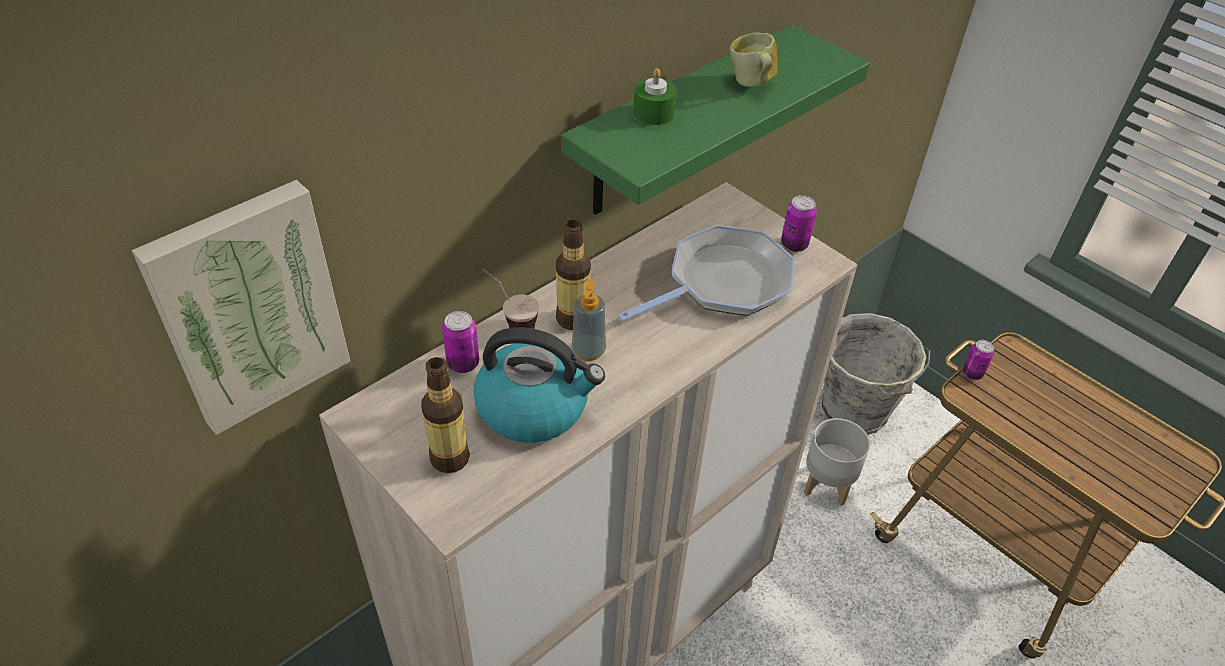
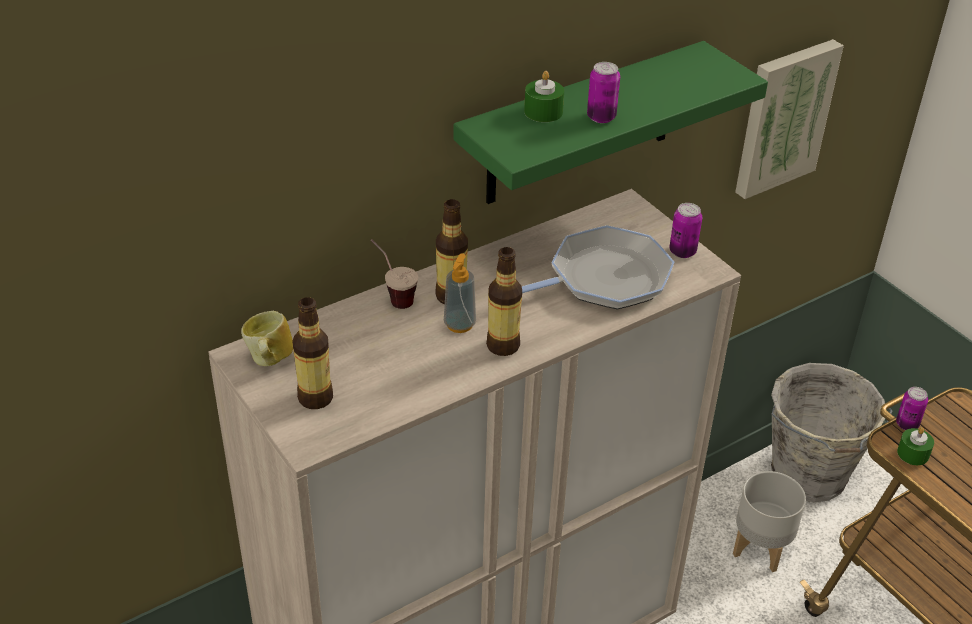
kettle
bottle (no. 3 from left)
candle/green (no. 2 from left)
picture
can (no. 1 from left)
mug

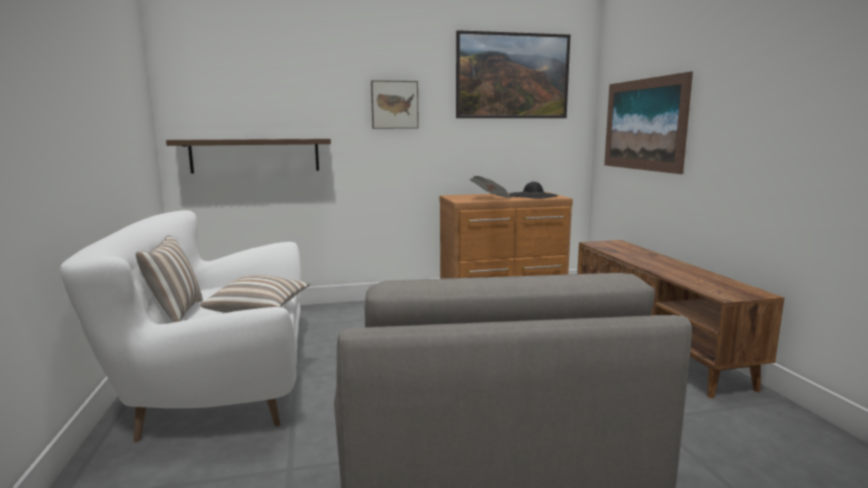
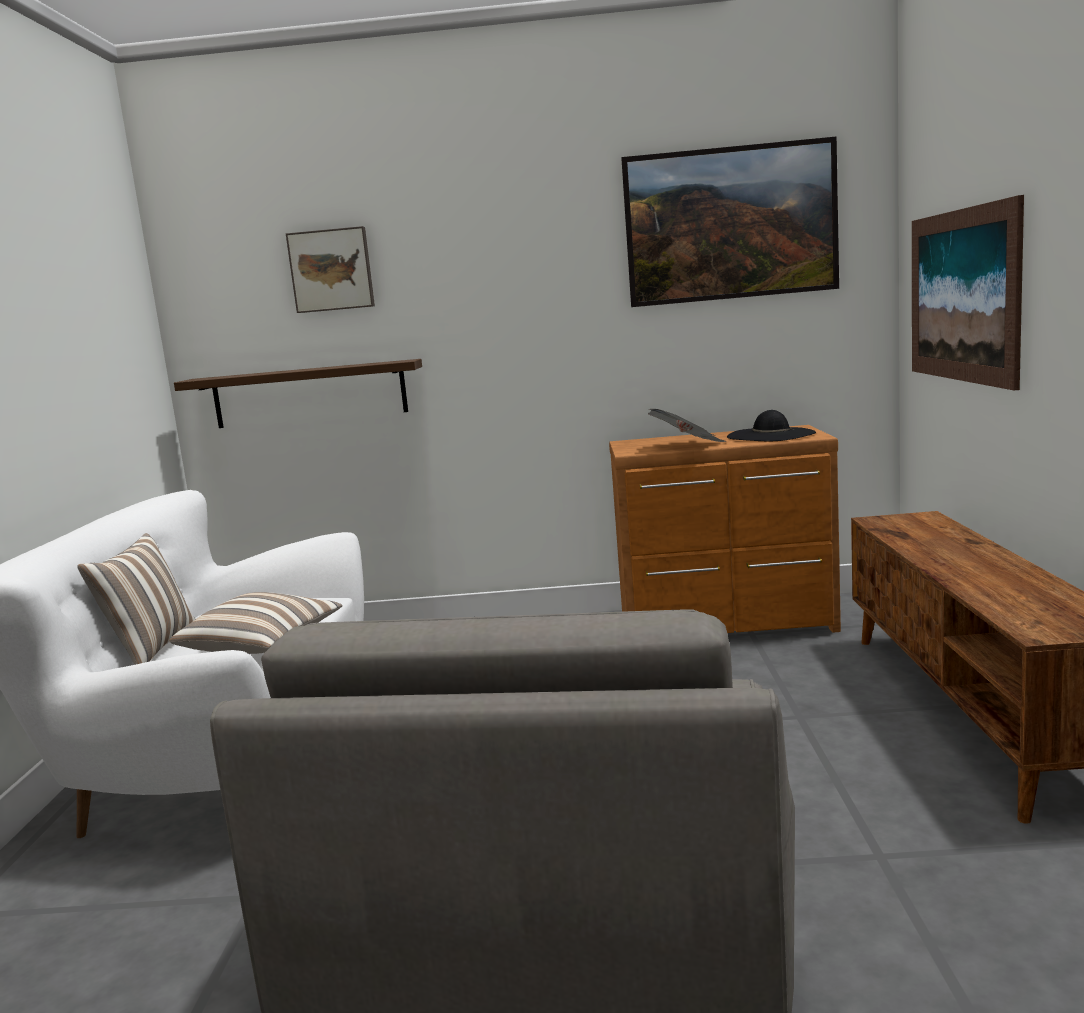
picture (no. 1 from left)

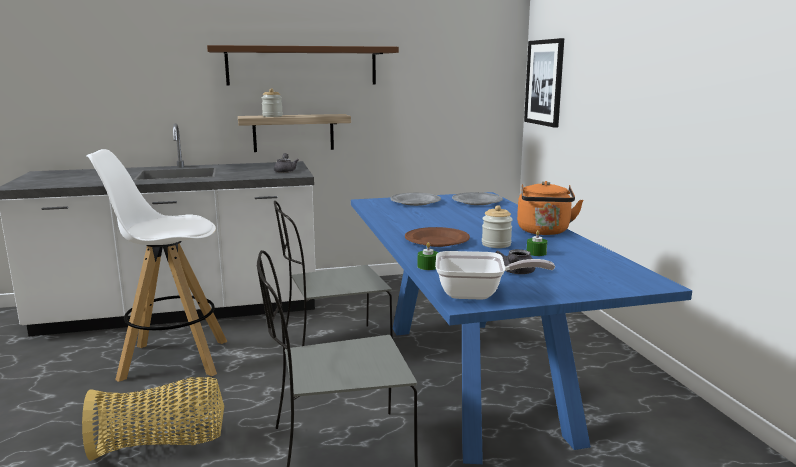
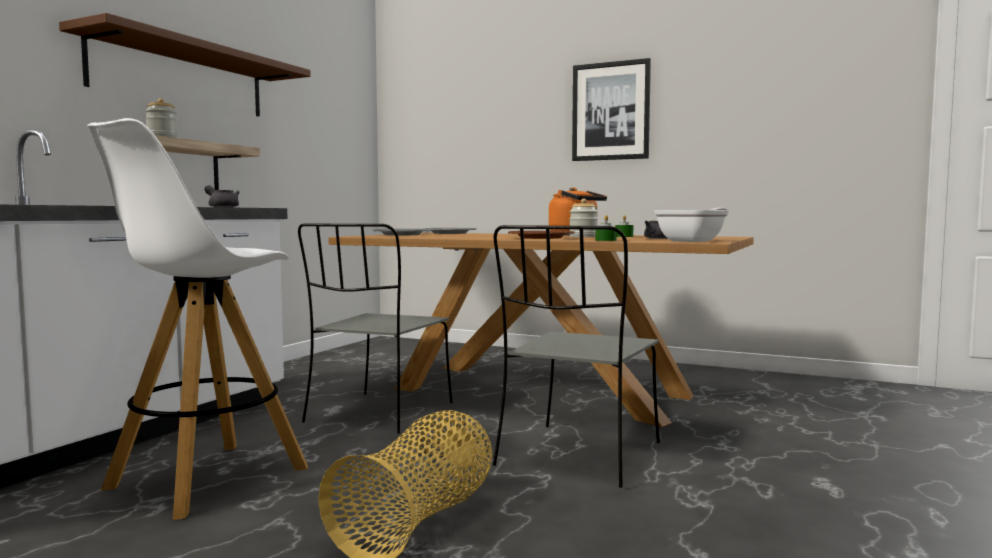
picture
dining table/brown

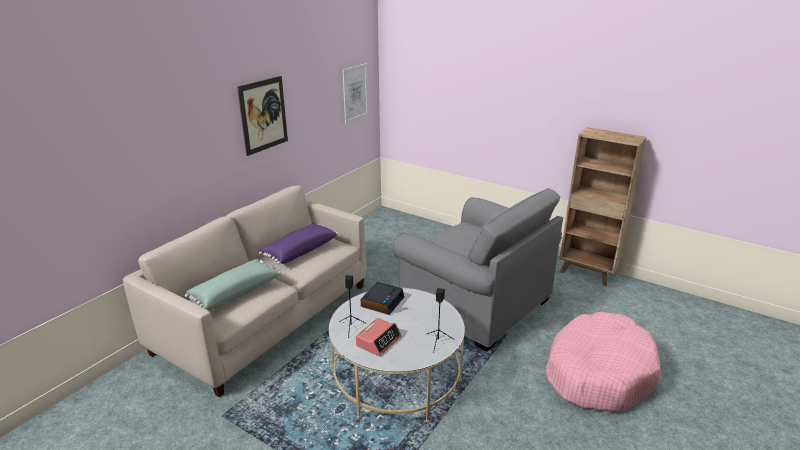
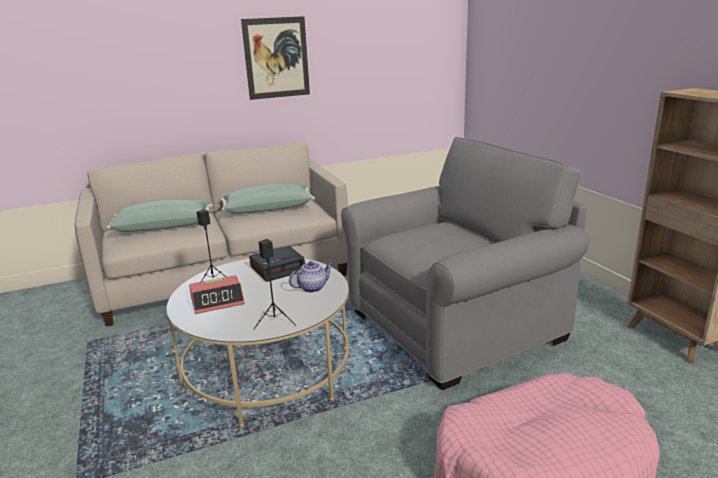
picture (no. 2 from left in the first image)
teapot
pillow/green (no. 2 from left)
armchair/grey

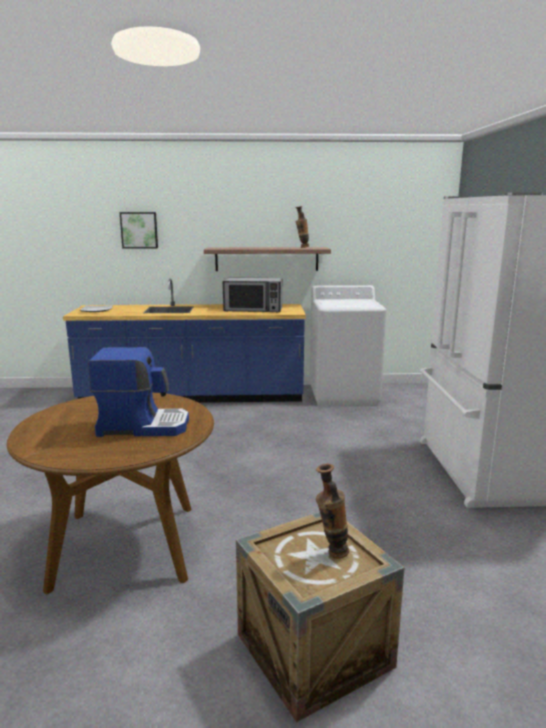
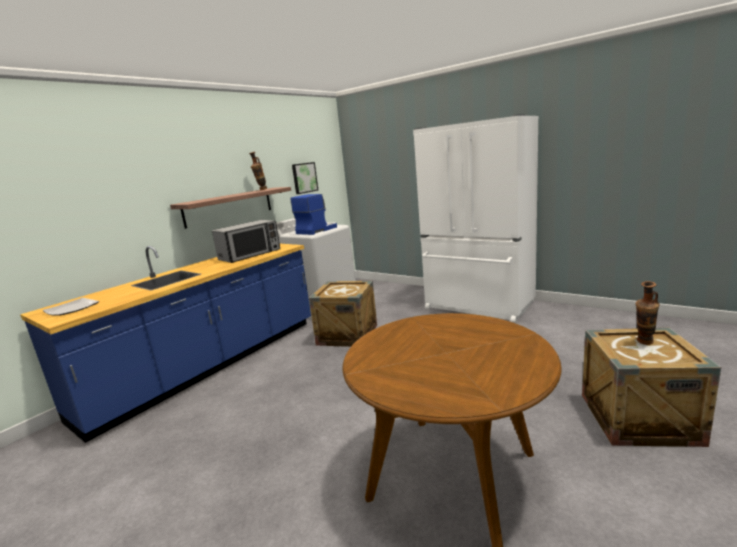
crate (no. 1 from left)
coffee machine
picture

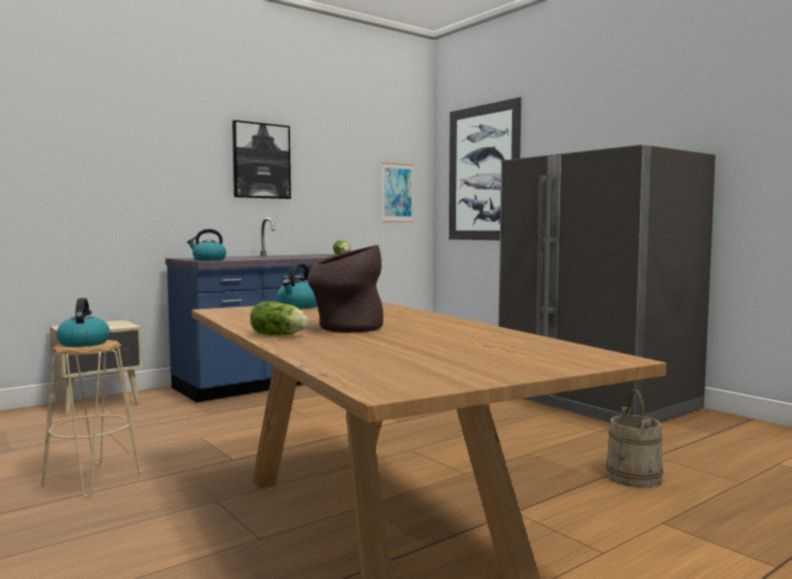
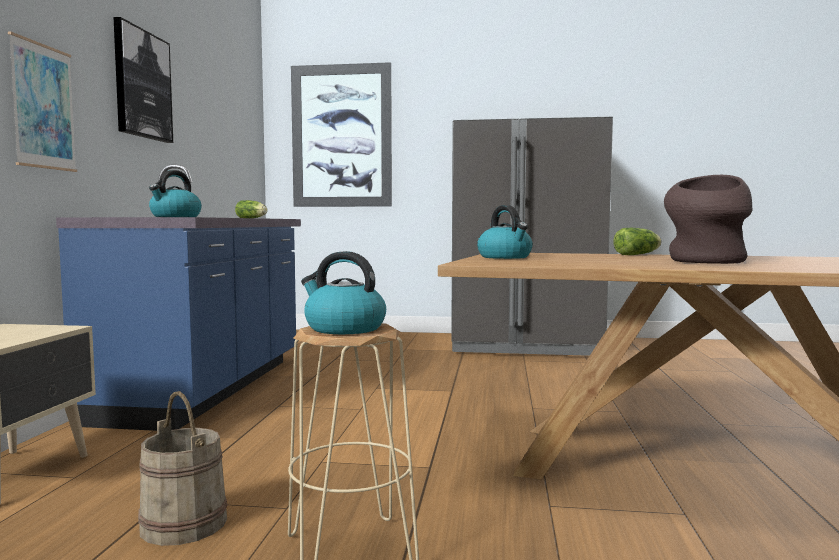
lettuce (no. 2 from left)
picture (no. 1 from left)
bucket/beige

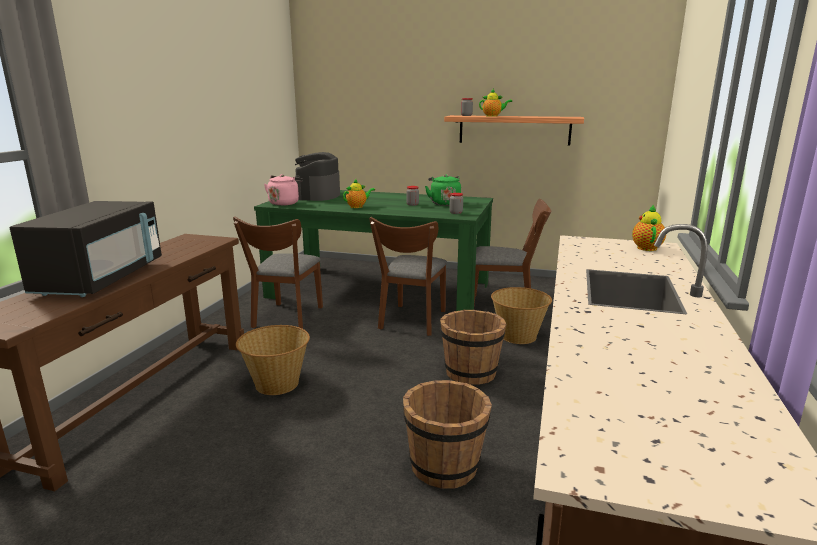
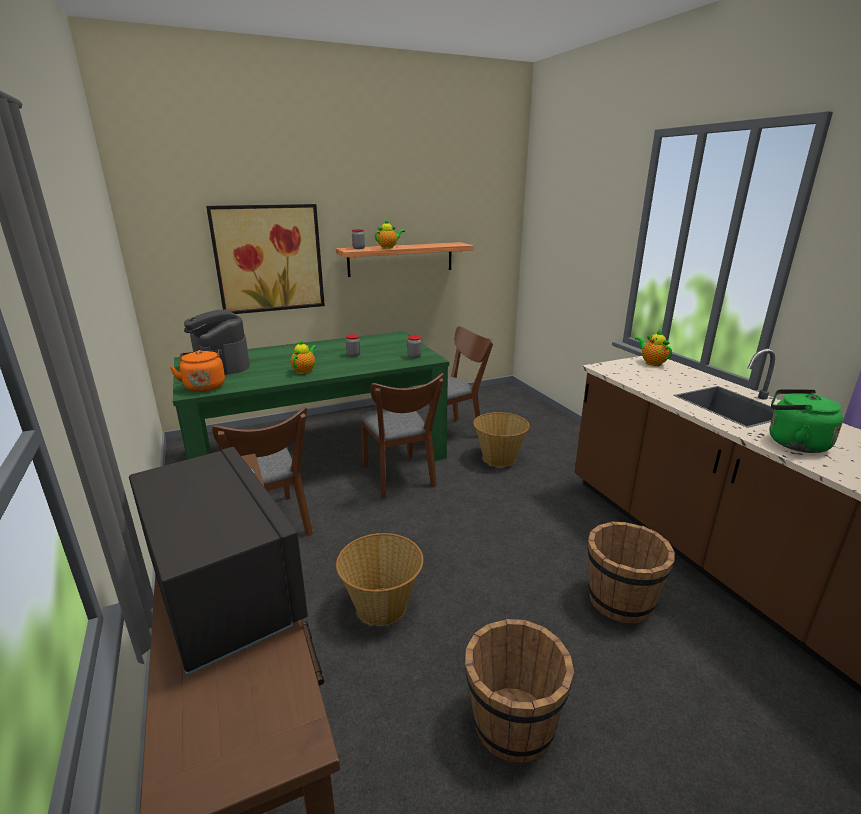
picture
kettle/green
bucket/brown (no. 1 from left)
kettle/orange

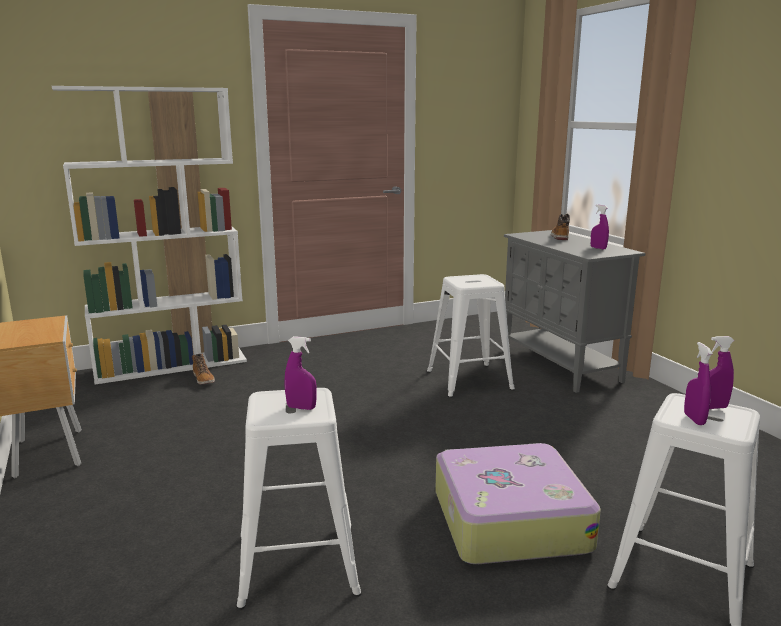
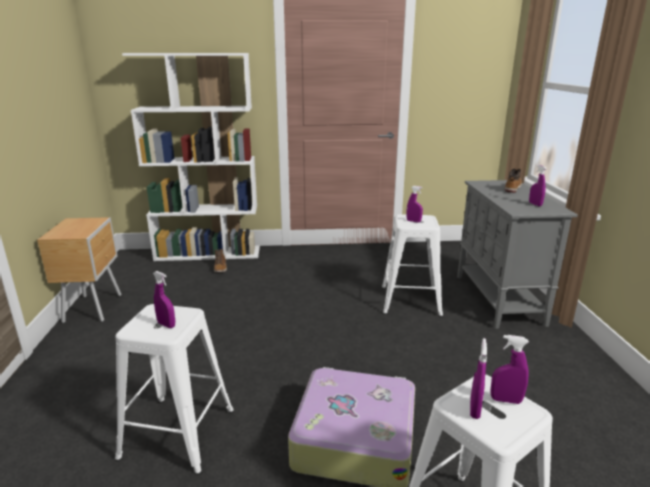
spray bottle/purple (no. 2 from left)

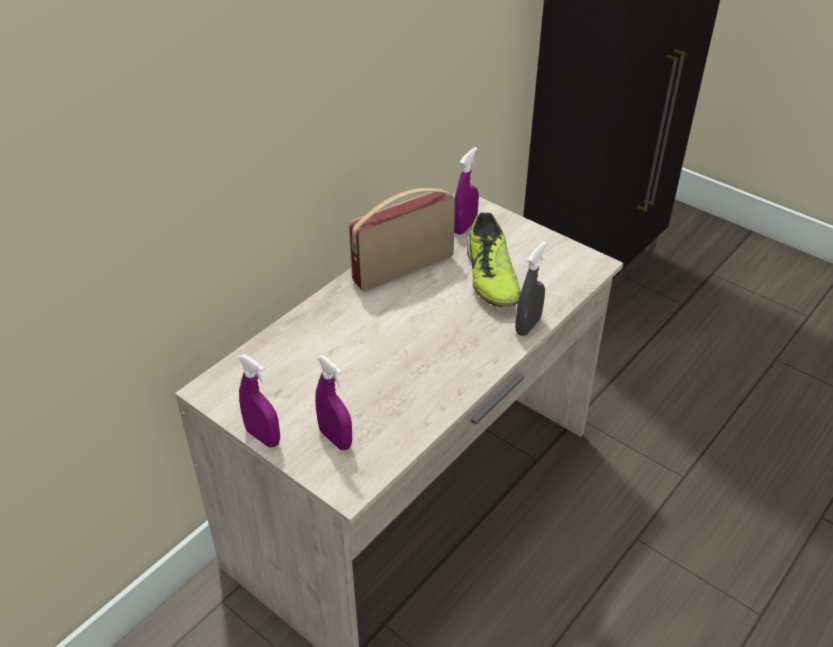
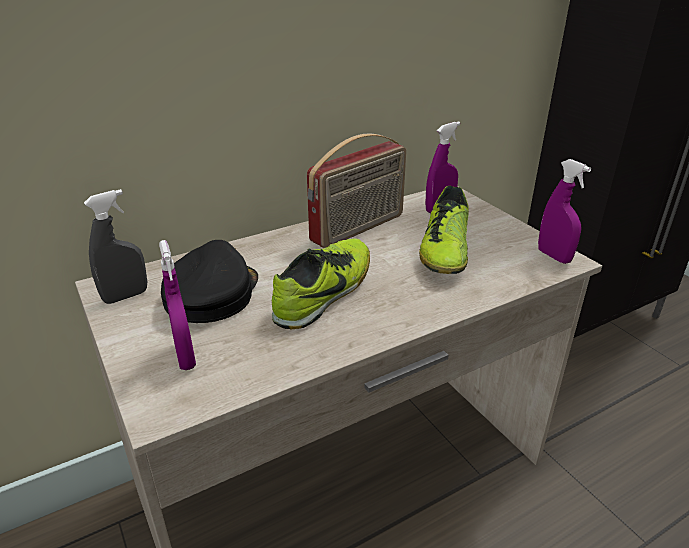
cap/black
shoe (no. 1 from left)
spray bottle/purple (no. 3 from left)
spray bottle/grey
radio

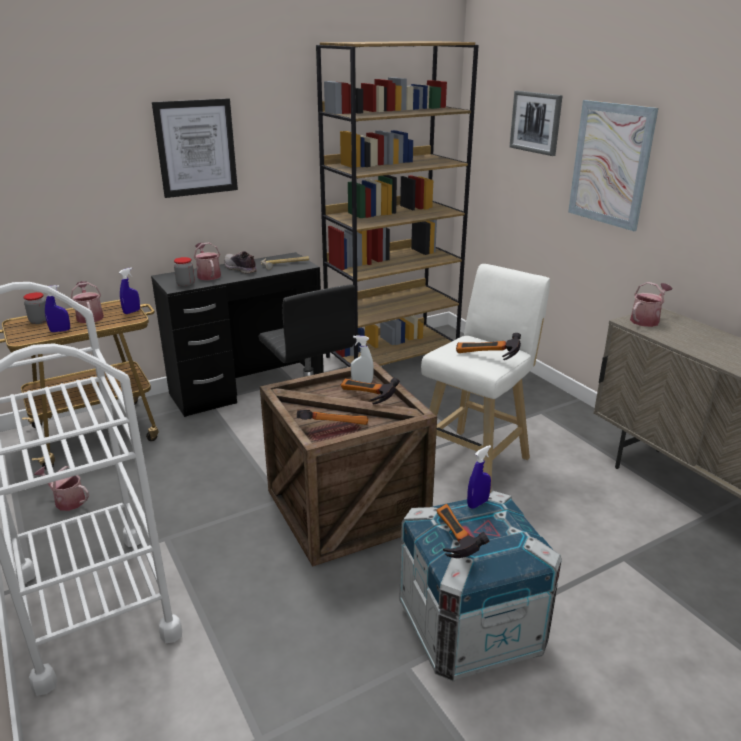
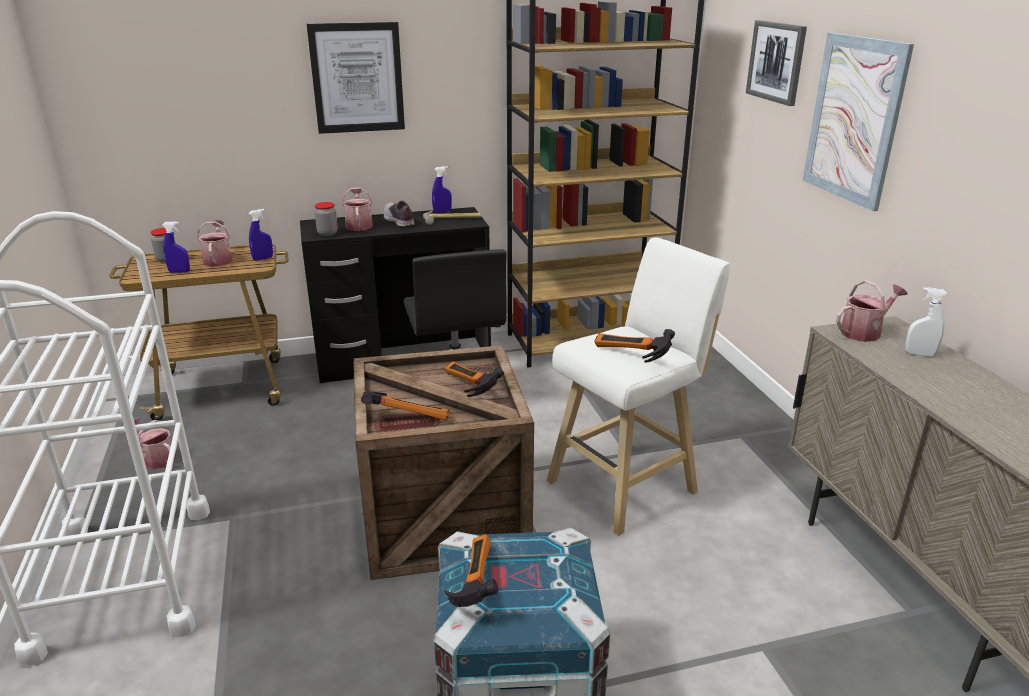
spray bottle/white
spray bottle/blue (no. 3 from left)

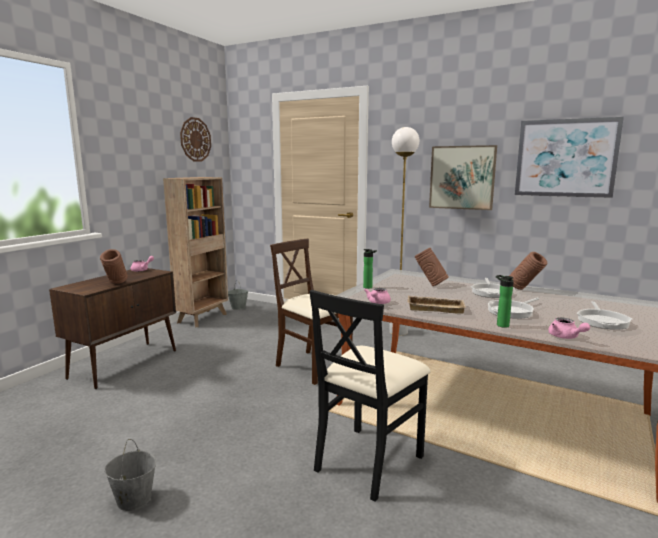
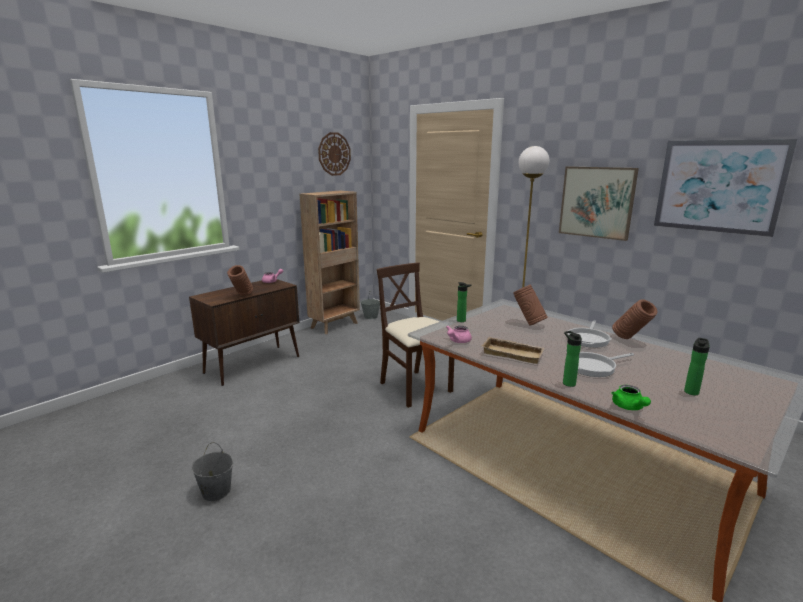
chair/black
bottle (no. 3 from left)
teapot/green

